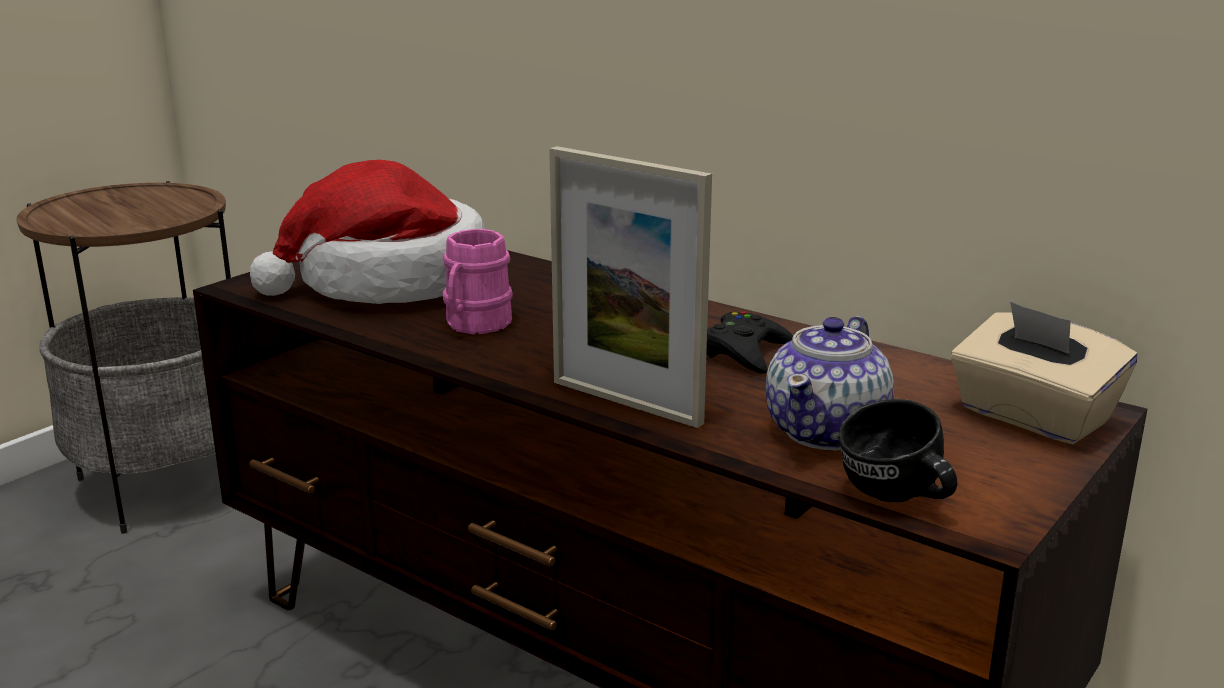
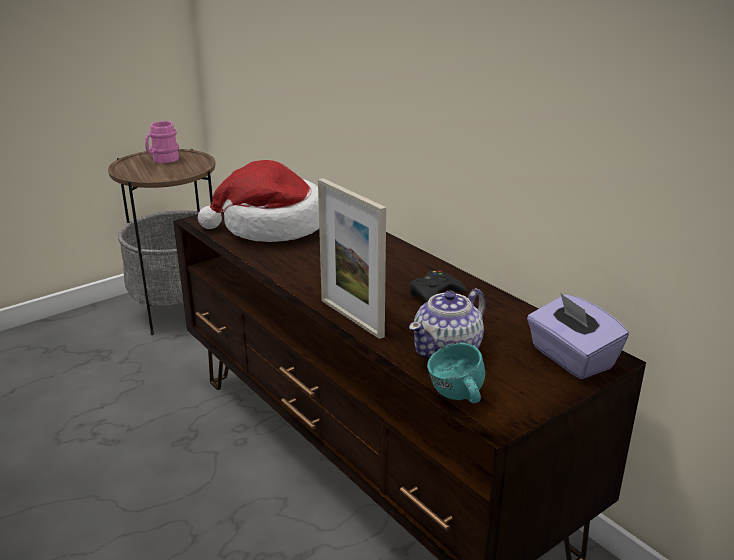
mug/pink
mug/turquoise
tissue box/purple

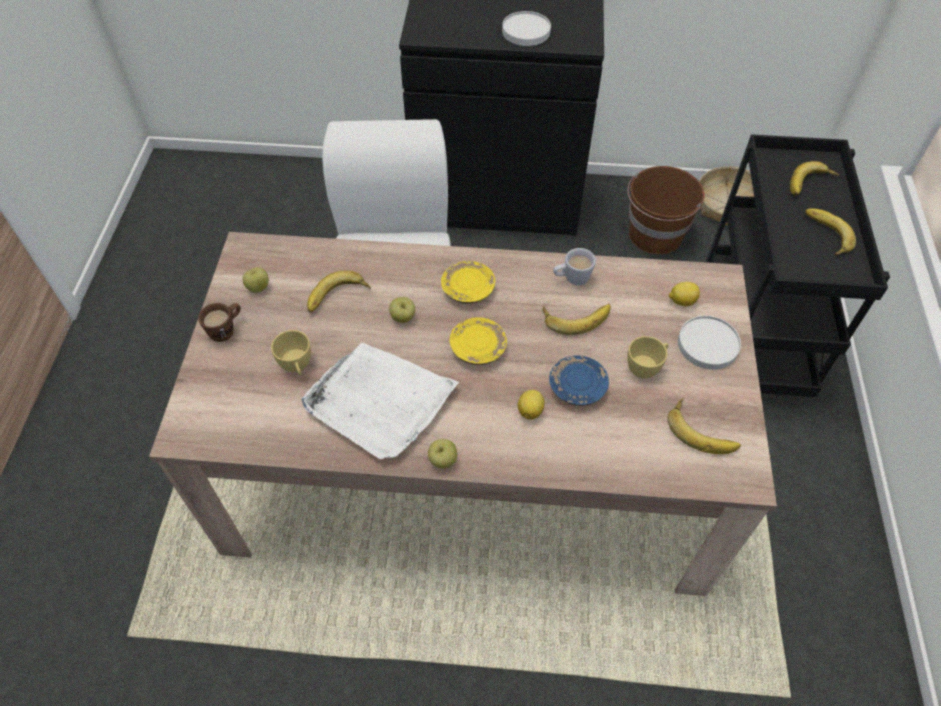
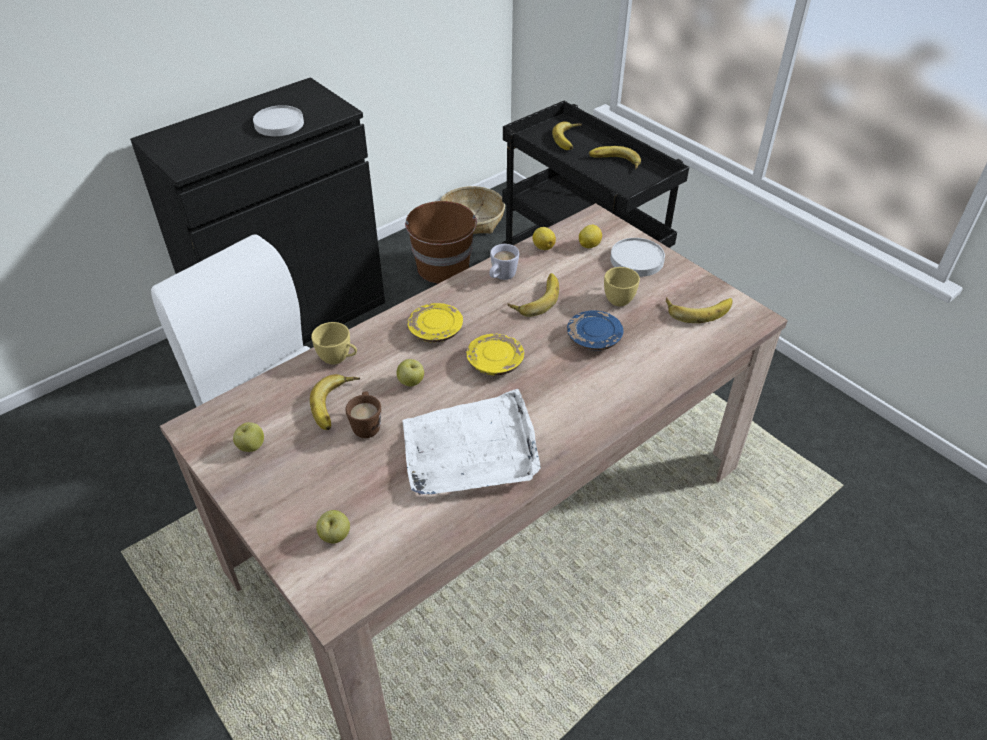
mug/brown
cup/yellow (no. 1 from left)
apple (no. 2 from left)
lemon (no. 1 from left)

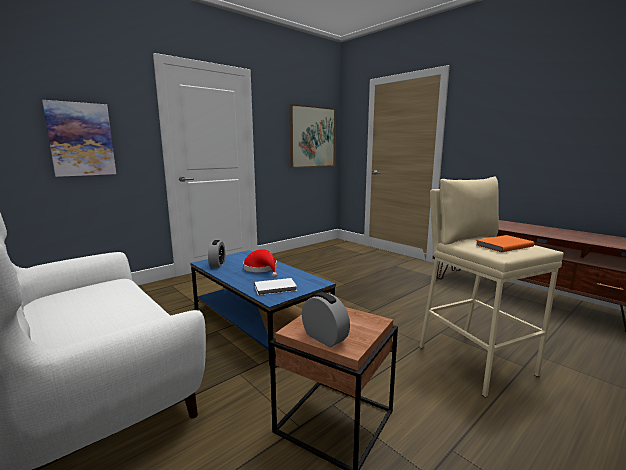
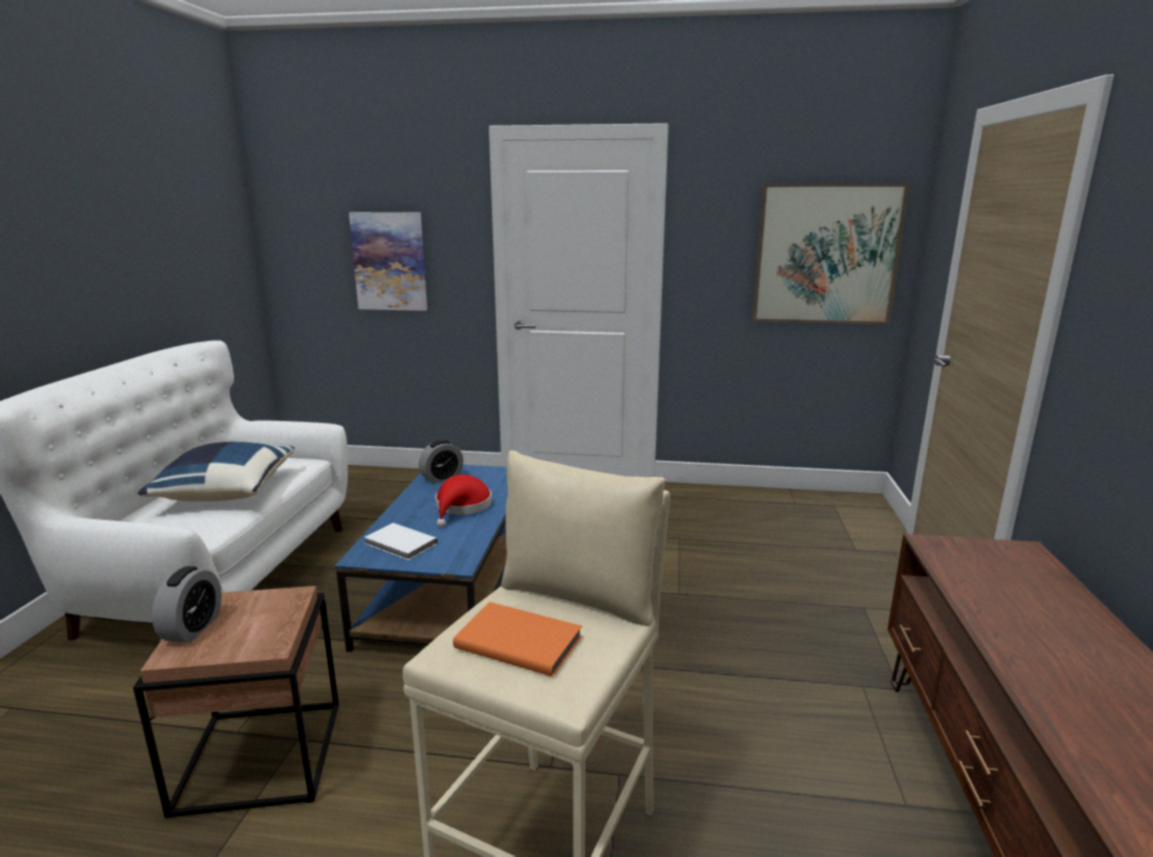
pillow/blue

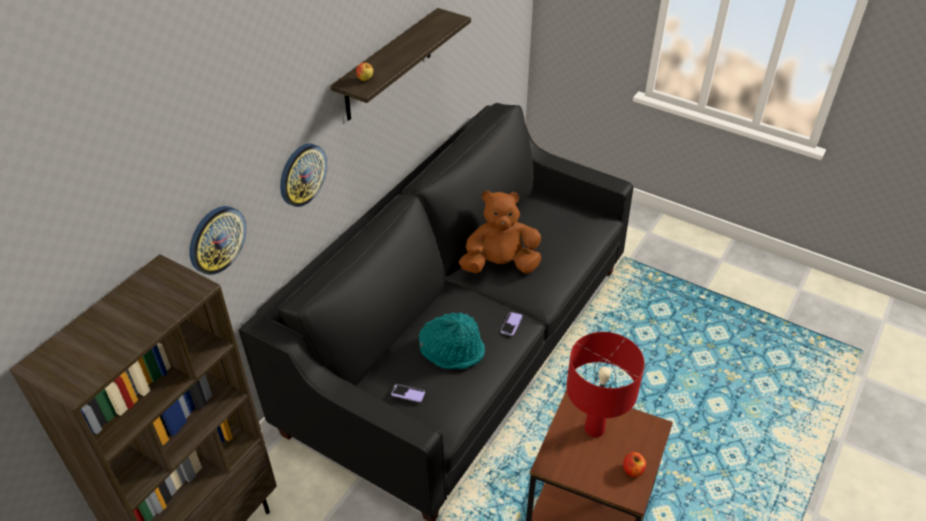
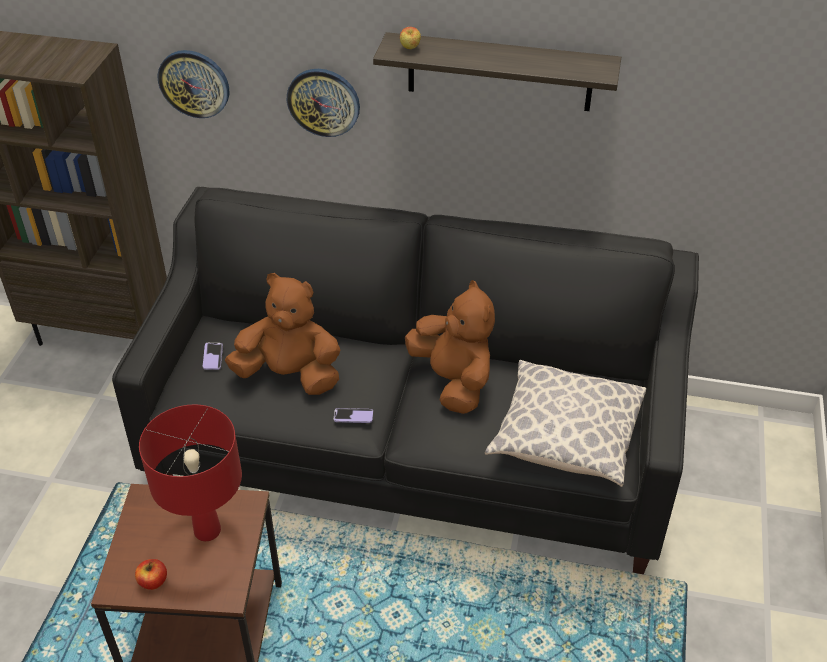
pillow
plush toy/brown (no. 1 from left)

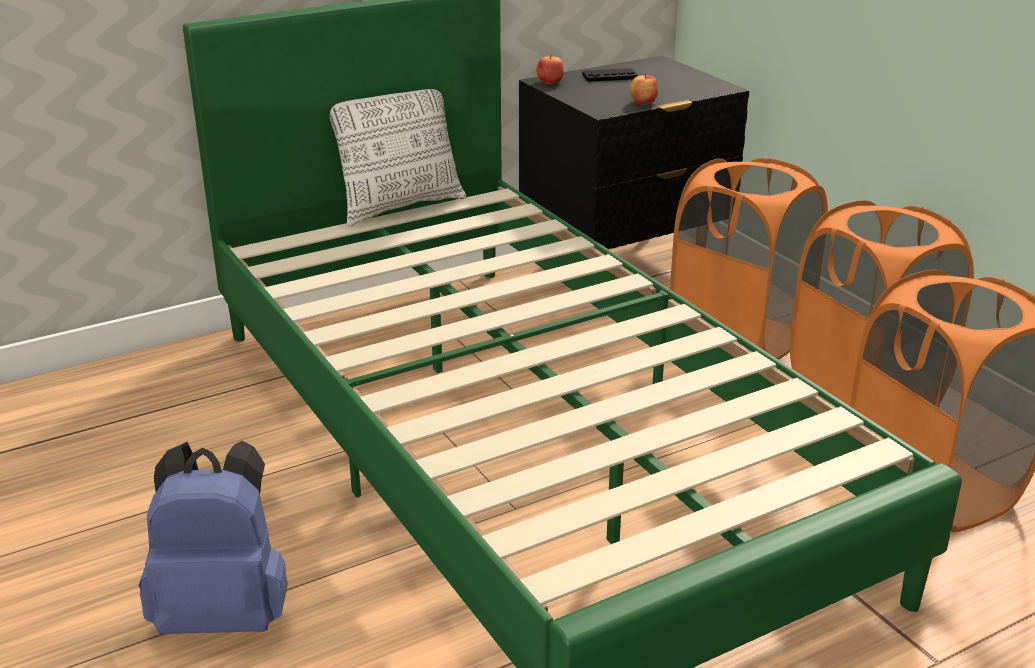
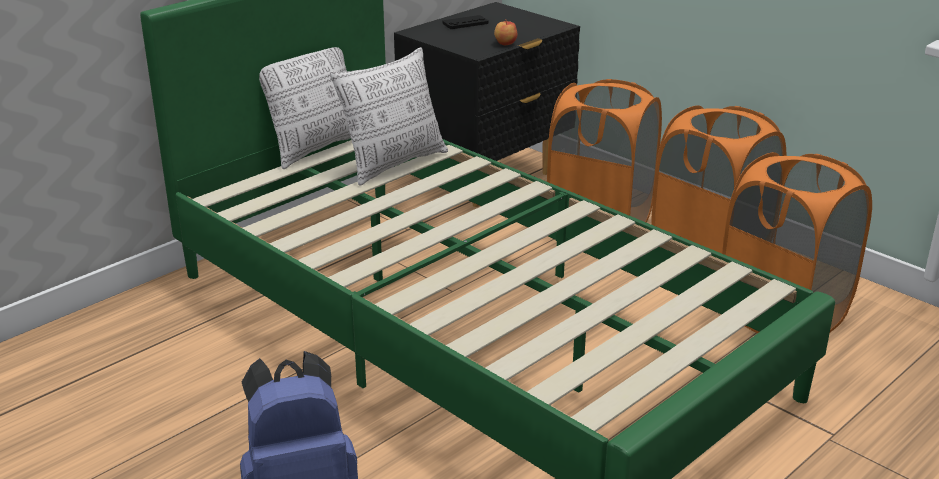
apple (no. 1 from left in the first image)
pillow (no. 2 from left)

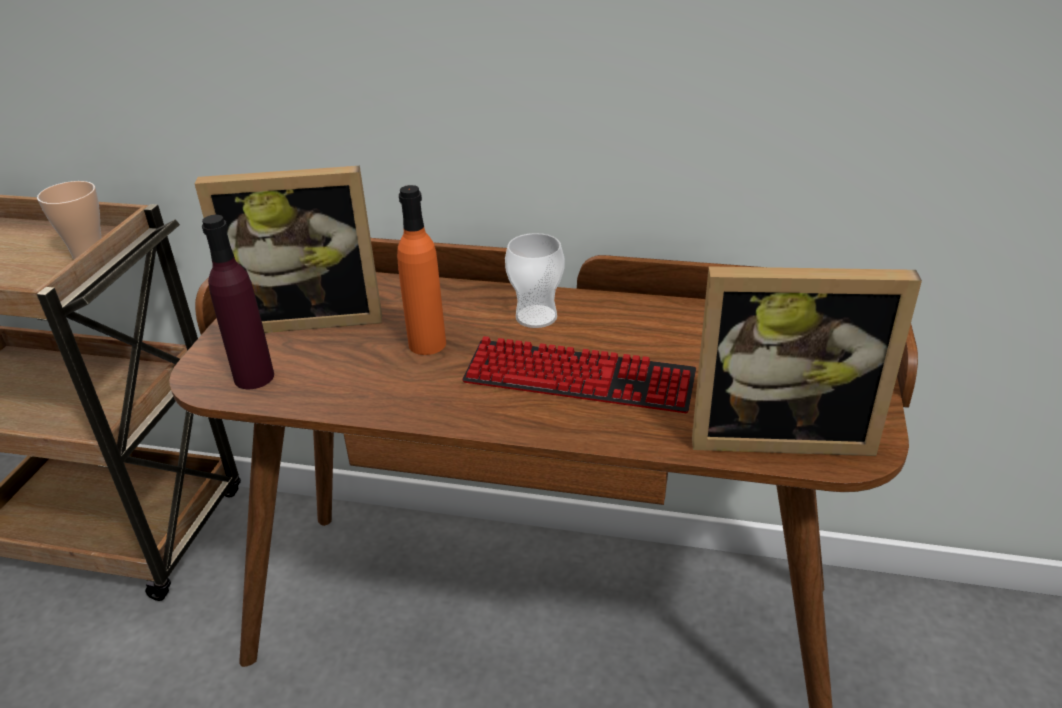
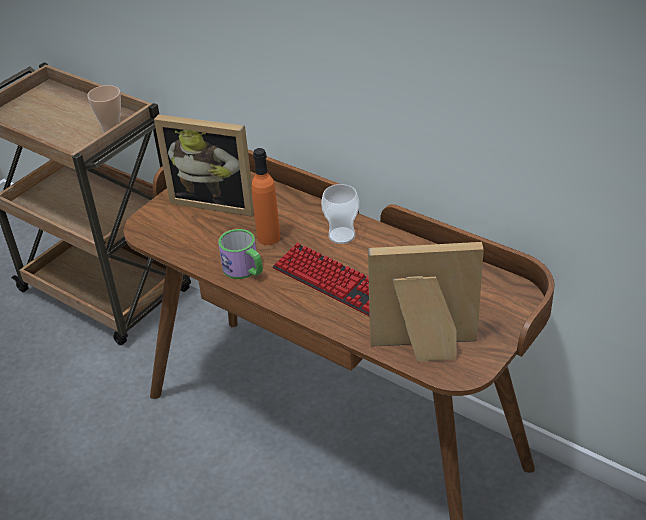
bottle/purple
mug
picture frame (no. 2 from left)

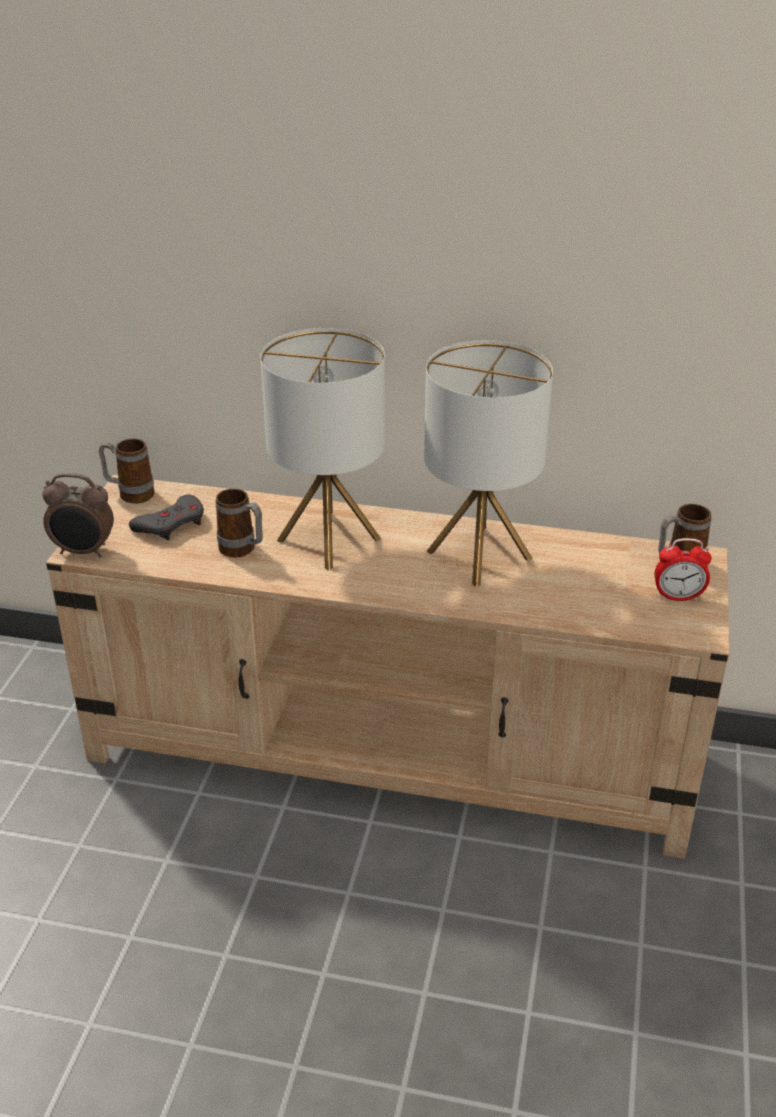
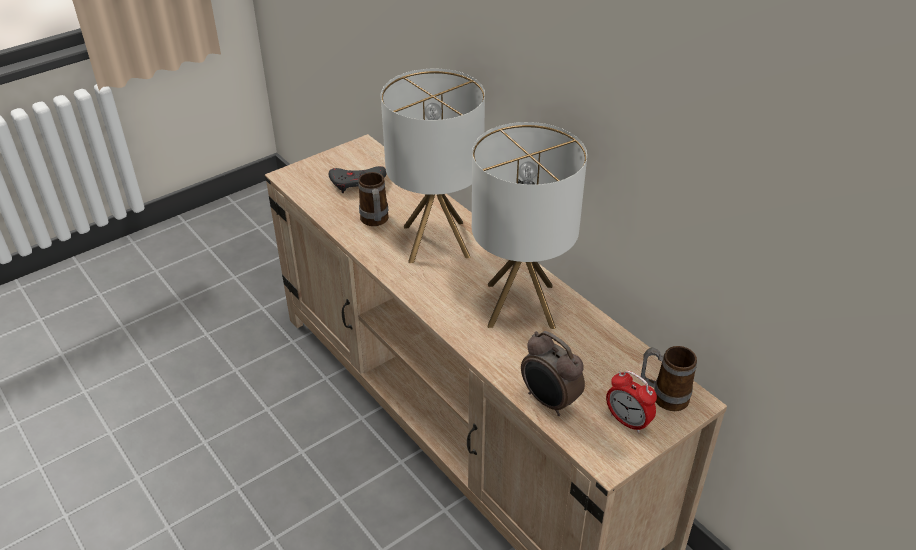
mug (no. 1 from left in the first image)
alarm clock (no. 1 from left)

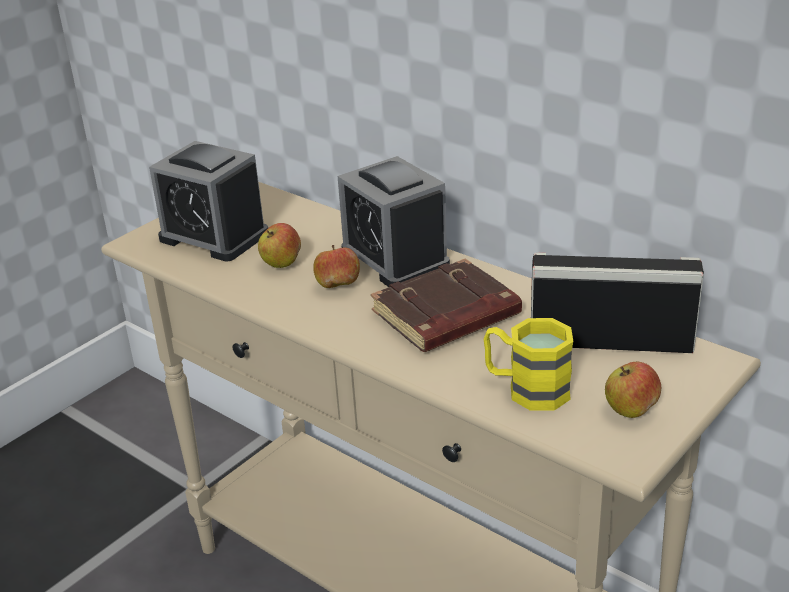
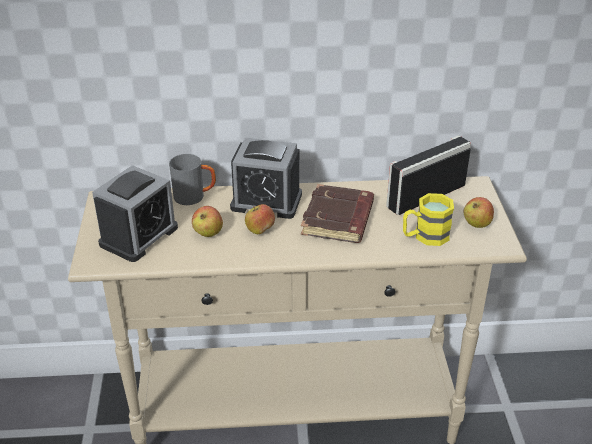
mug/grey
alarm clock (no. 1 from left)

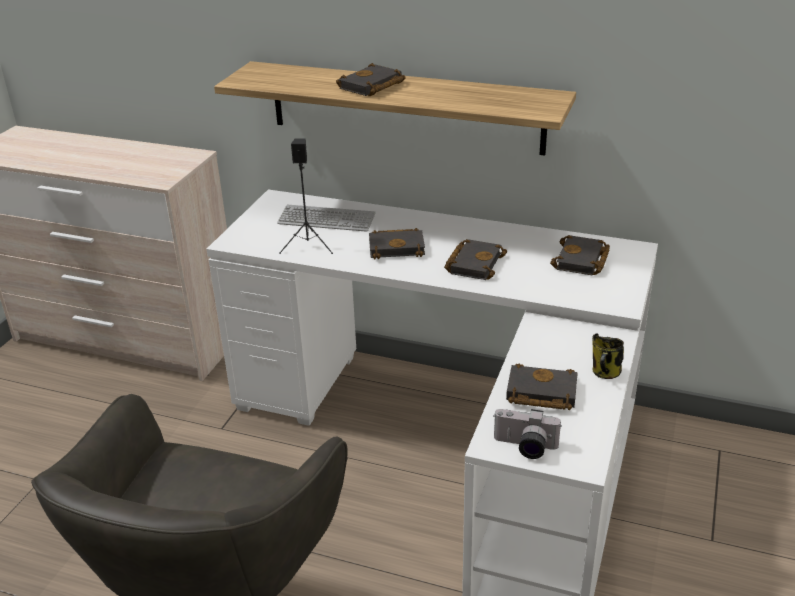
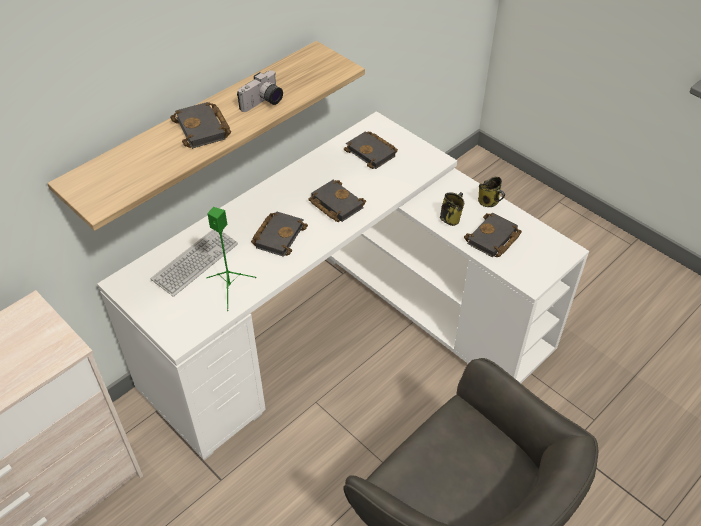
mug (no. 1 from left)
photo camera
speaker/green

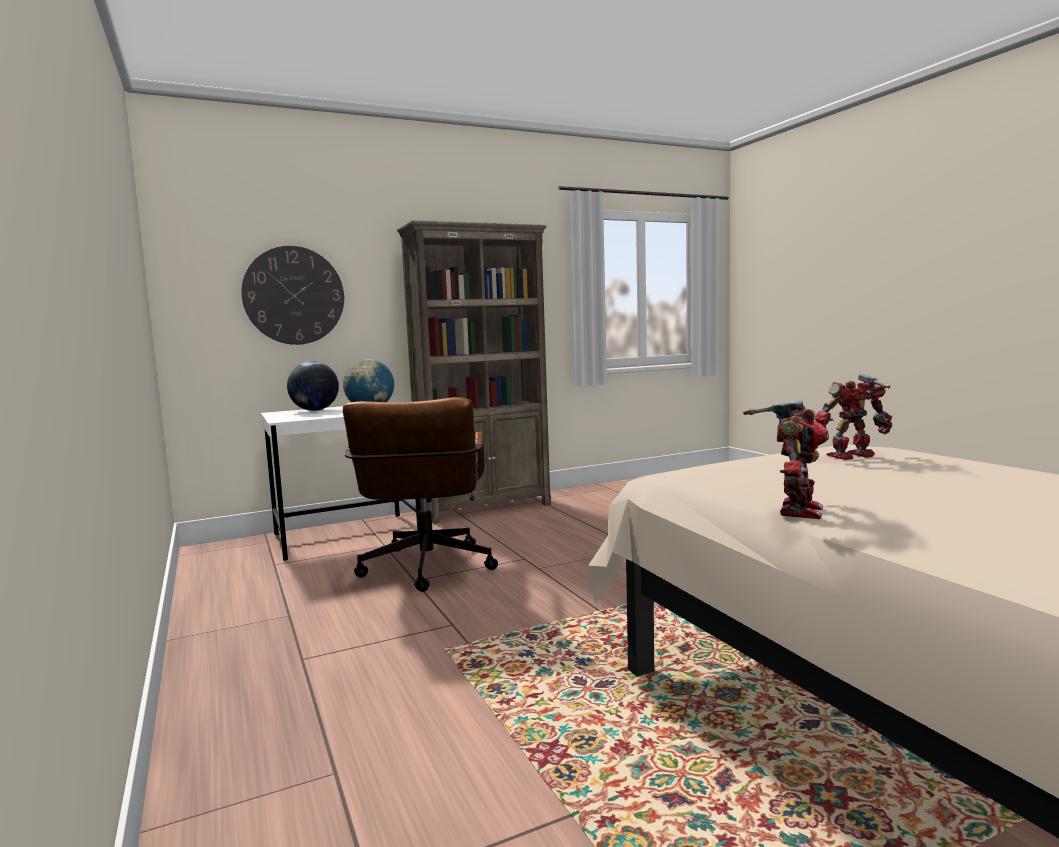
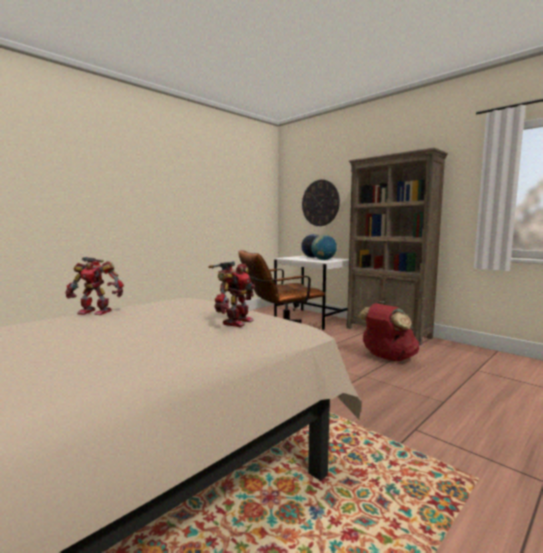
backpack/red
toy robot (no. 2 from left)

